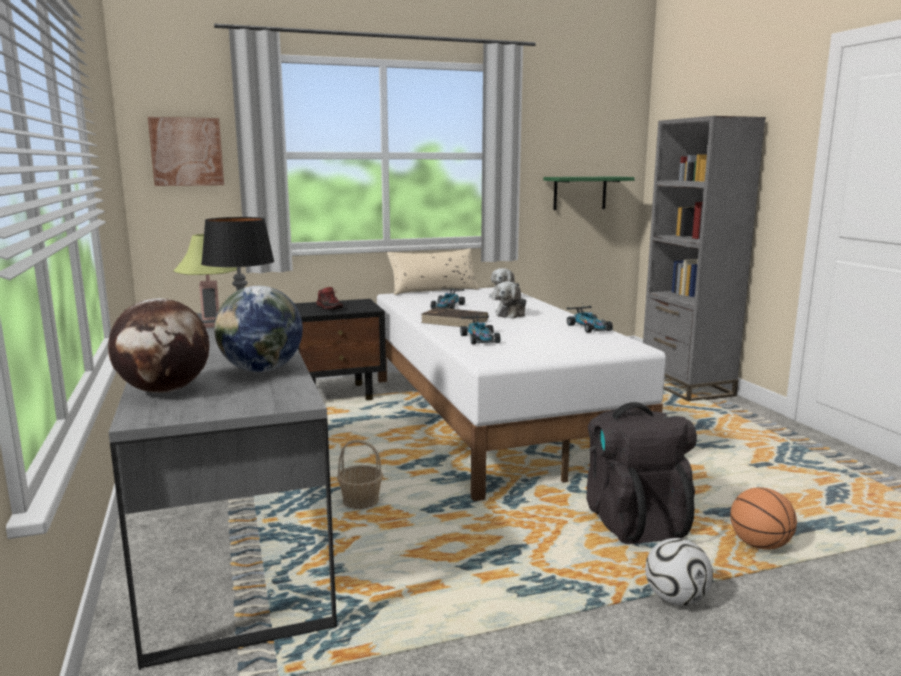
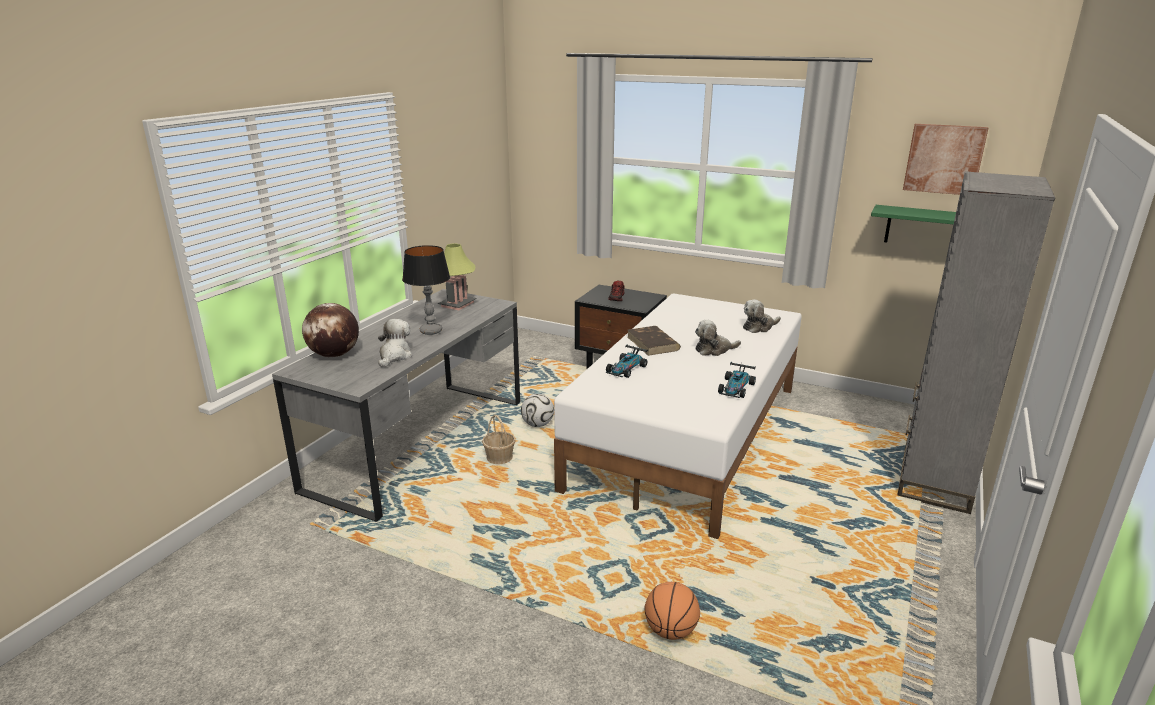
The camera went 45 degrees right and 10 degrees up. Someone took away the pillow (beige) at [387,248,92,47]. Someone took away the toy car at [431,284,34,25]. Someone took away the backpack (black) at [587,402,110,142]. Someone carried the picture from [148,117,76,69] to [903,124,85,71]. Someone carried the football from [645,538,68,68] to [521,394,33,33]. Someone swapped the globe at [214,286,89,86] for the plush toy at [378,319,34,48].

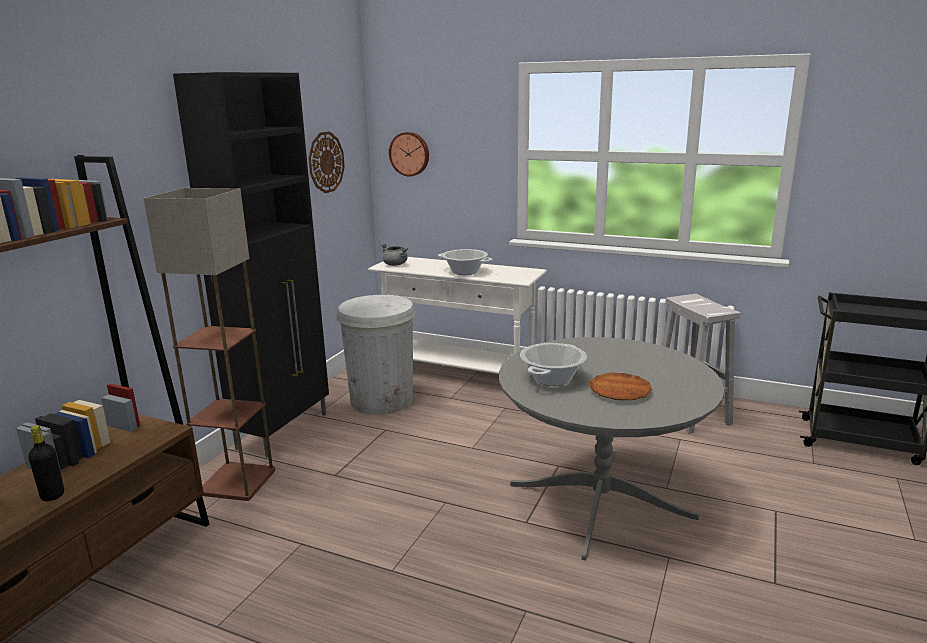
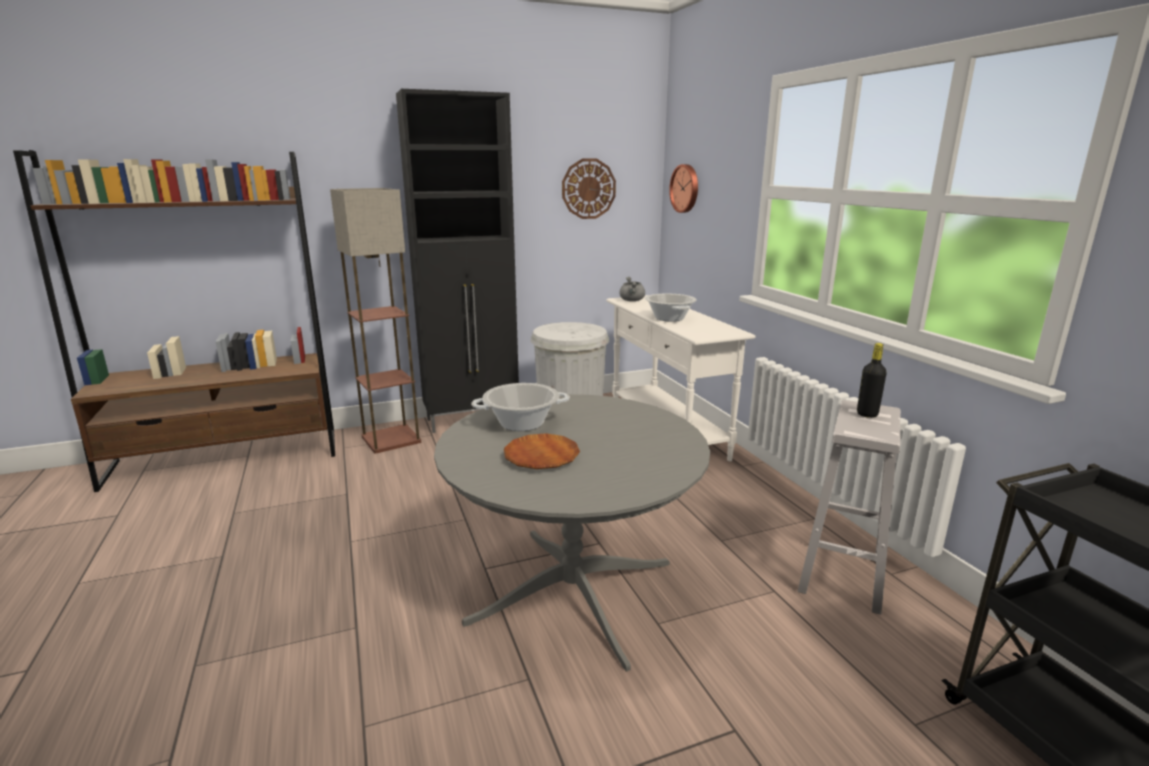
The camera went 45 degrees right and 0 degrees up. Someone carried the bottle (black) from [28,425,36,76] to [857,343,30,75].

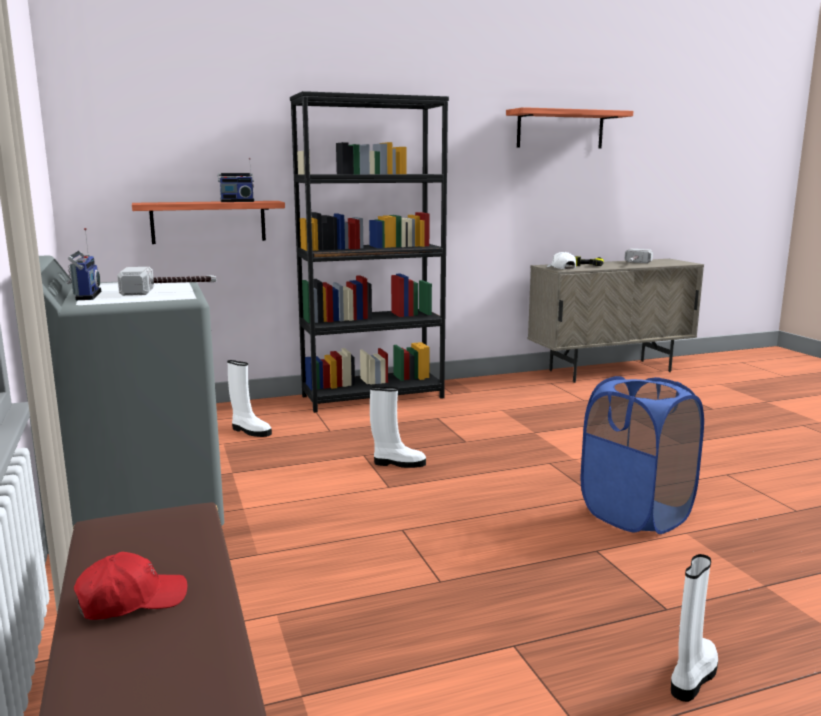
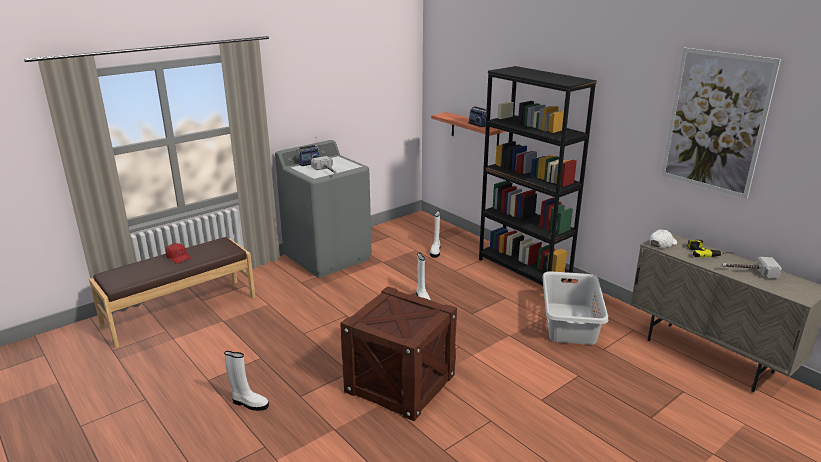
The camera went 70 degrees right and 10 degrees up. Someone put down the laundry basket (grey) at [542,271,66,74]. Someone swapped the shelf at [506,107,127,41] for the picture at [661,48,120,151]. Someone swapped the laundry basket (blue) at [581,376,123,158] for the crate at [340,286,117,135].

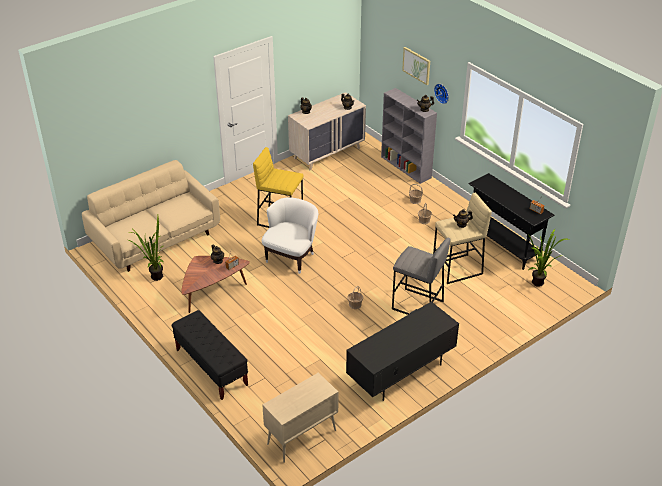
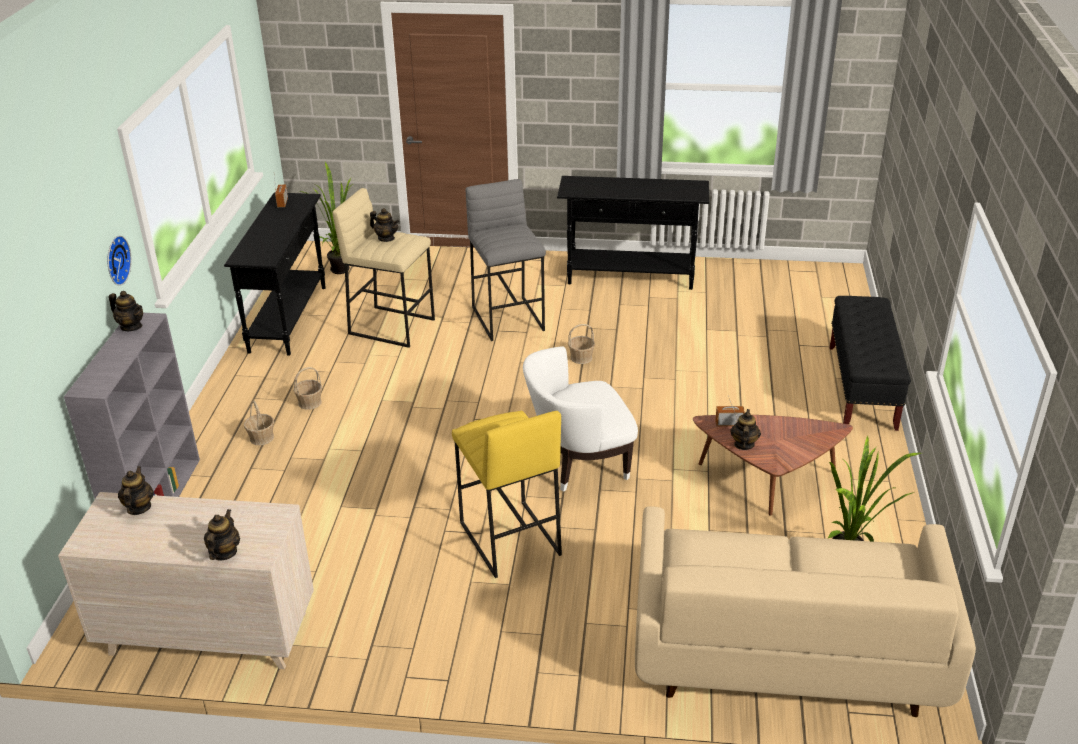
The camera went 135 degrees left and 5 degrees down. Someone took away the cabinet (beige) at [262,372,76,91]. Someone took away the picture at [402,47,28,38]. Someone swapped the tv stand (black) at [346,302,113,99] for the console table (black) at [557,176,152,114].

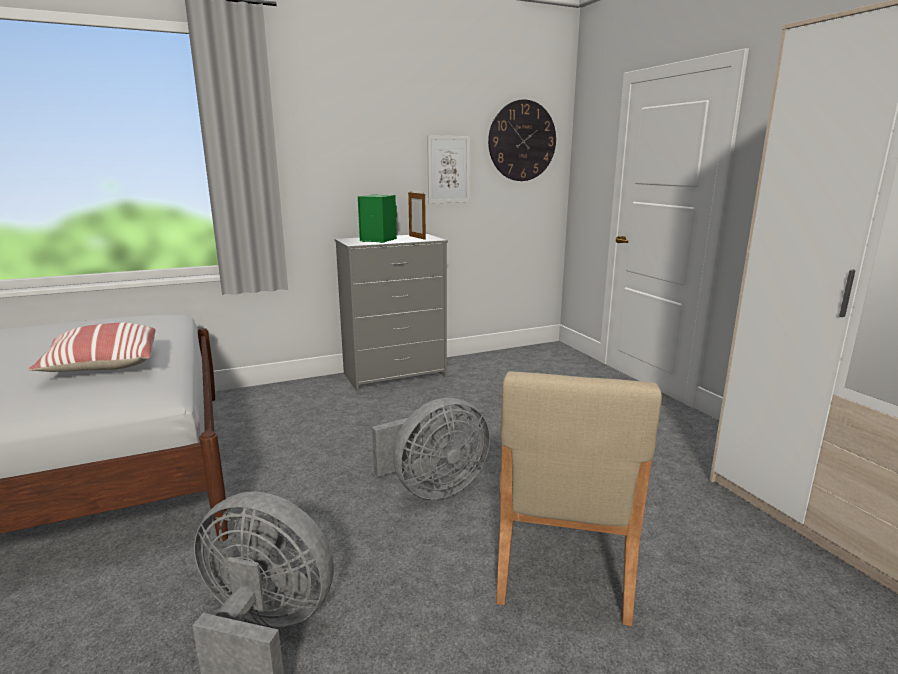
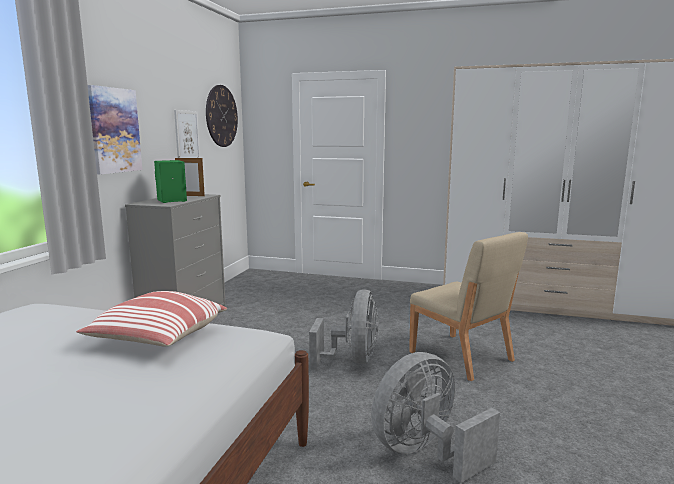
The camera went 50 degrees left and 5 degrees down. Someone put up the picture at [88,85,54,90].

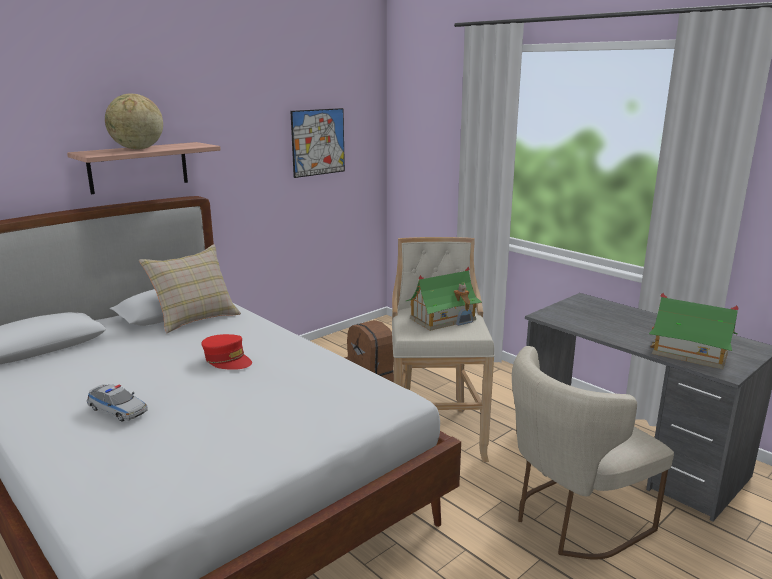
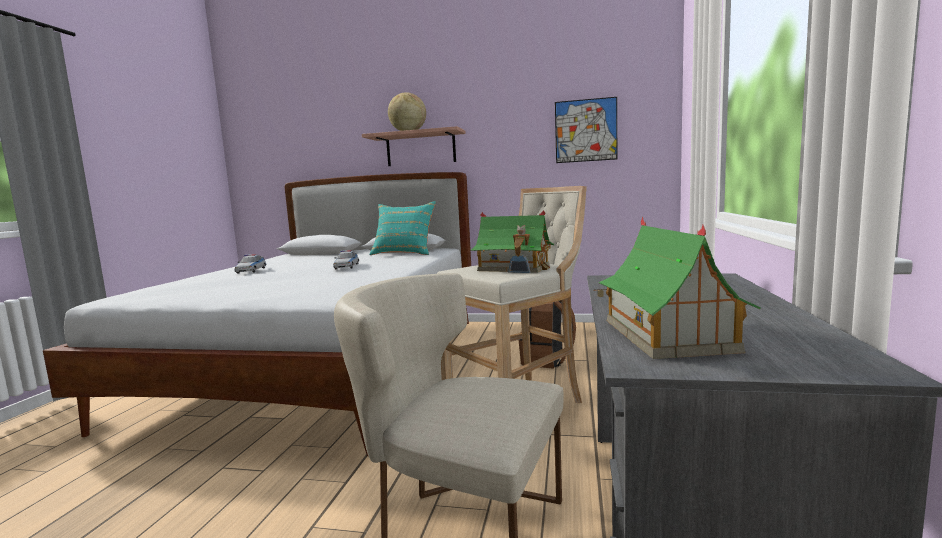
The camera went 55 degrees right and 10 degrees down. Someone swapped the cap (red) at [201,334,51,36] for the toy car at [333,250,26,19]. Someone repainted the pillow (beige) at [139,245,102,88], which became the pillow (turquoise) at [370,201,66,54].

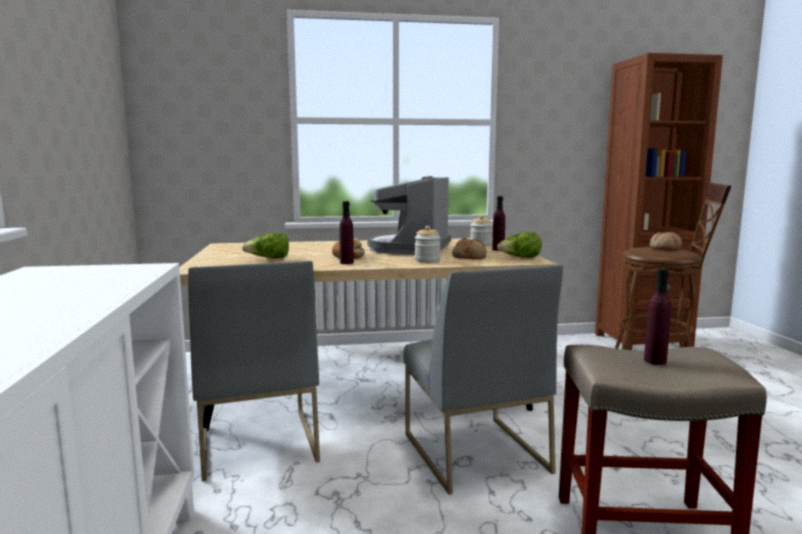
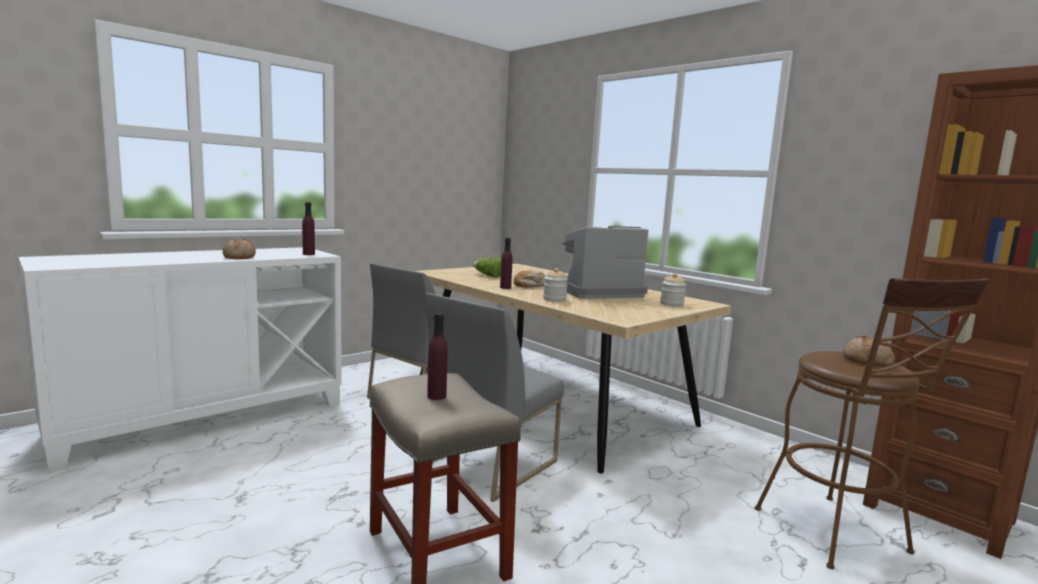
The camera went 55 degrees right and 0 degrees up. Someone took away the lettuce at [497,232,45,26]. Someone carried the bread from [452,238,35,21] to [223,239,33,20]. Someone carried the bottle (purple) from [492,196,13,55] to [302,202,13,53].

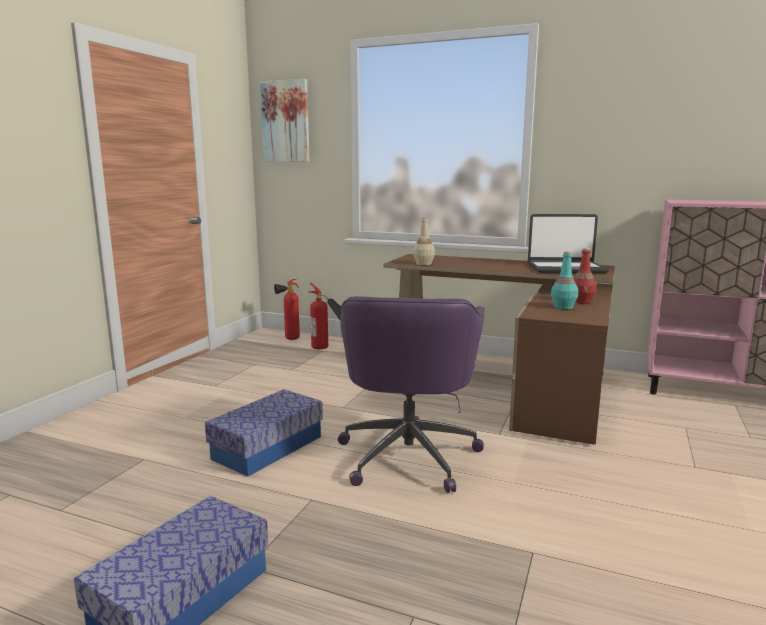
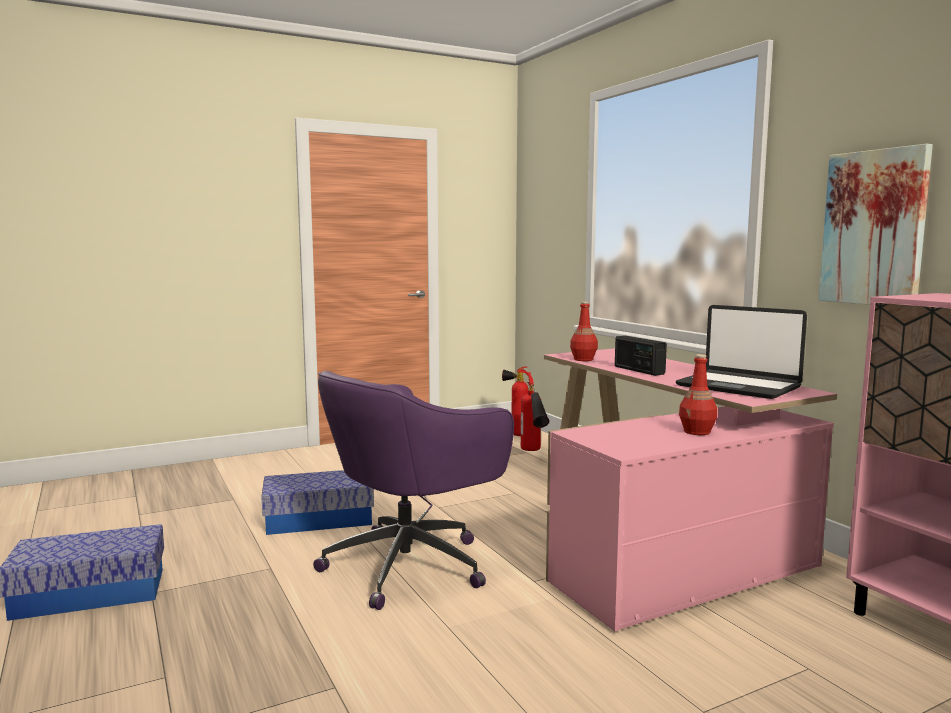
The camera went 40 degrees right and 5 degrees down. Someone took away the bottle (turquoise) at [551,251,27,58]. Someone put down the radio at [615,336,52,40]. Someone carried the picture from [260,79,50,83] to [819,144,114,161]. Someone repainted the desk (brown) at [383,254,232,191], which became the desk (pink) at [544,348,293,283]. Someone repainted the bottle (beige) at [413,217,22,48], which became the bottle (red) at [570,302,28,59].

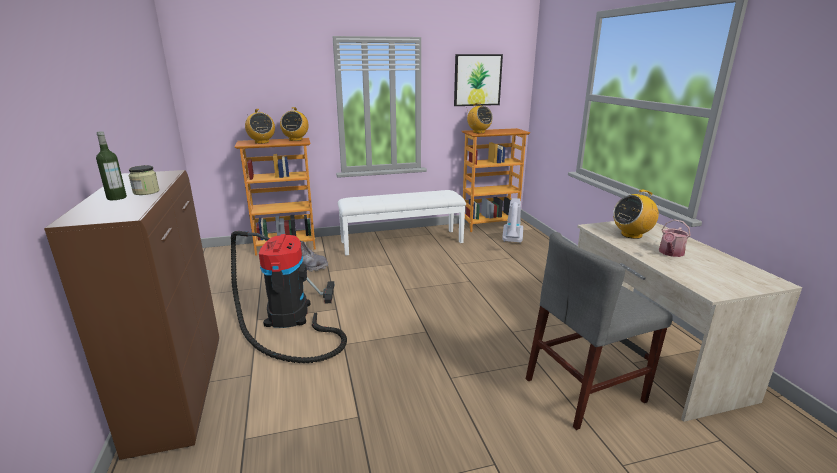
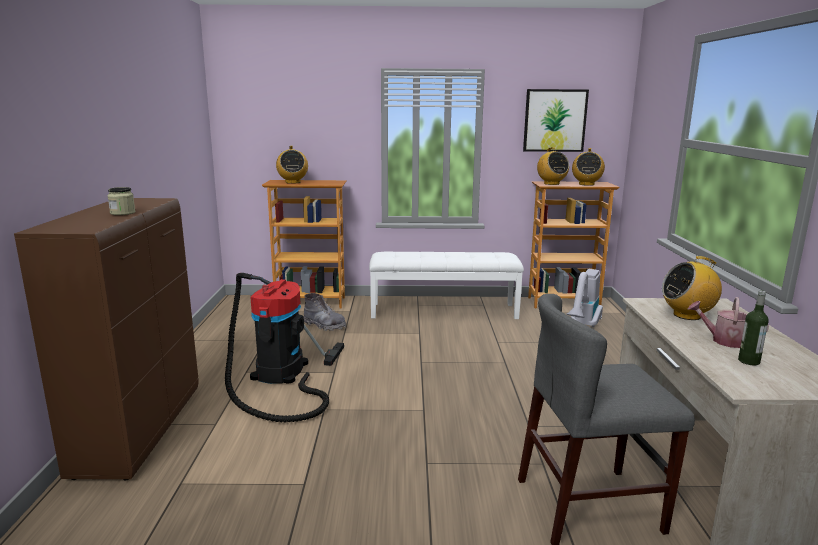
The camera went 15 degrees right and 5 degrees down. Someone carried the bottle from [96,131,31,69] to [738,290,31,75]. Someone carried the radio from [280,107,29,34] to [572,148,33,38]. Someone rotated the watering can at [659,219,32,38] by 60 degrees clockwise.

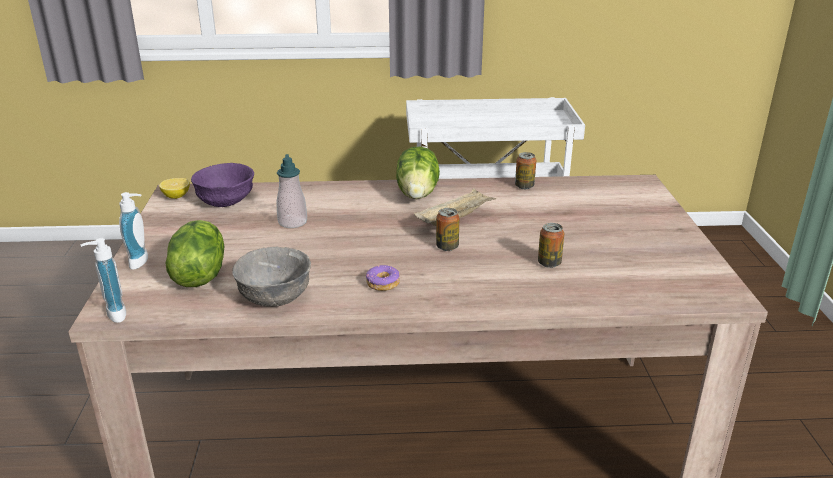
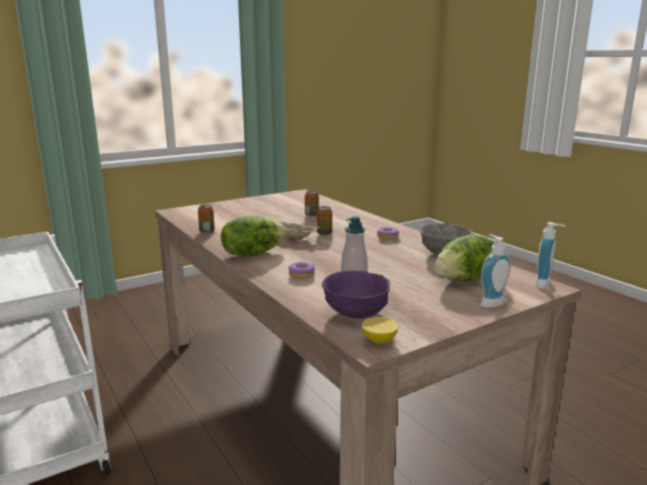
The camera went 120 degrees left and 10 degrees down. Someone put down the donut at [288,262,27,17].

